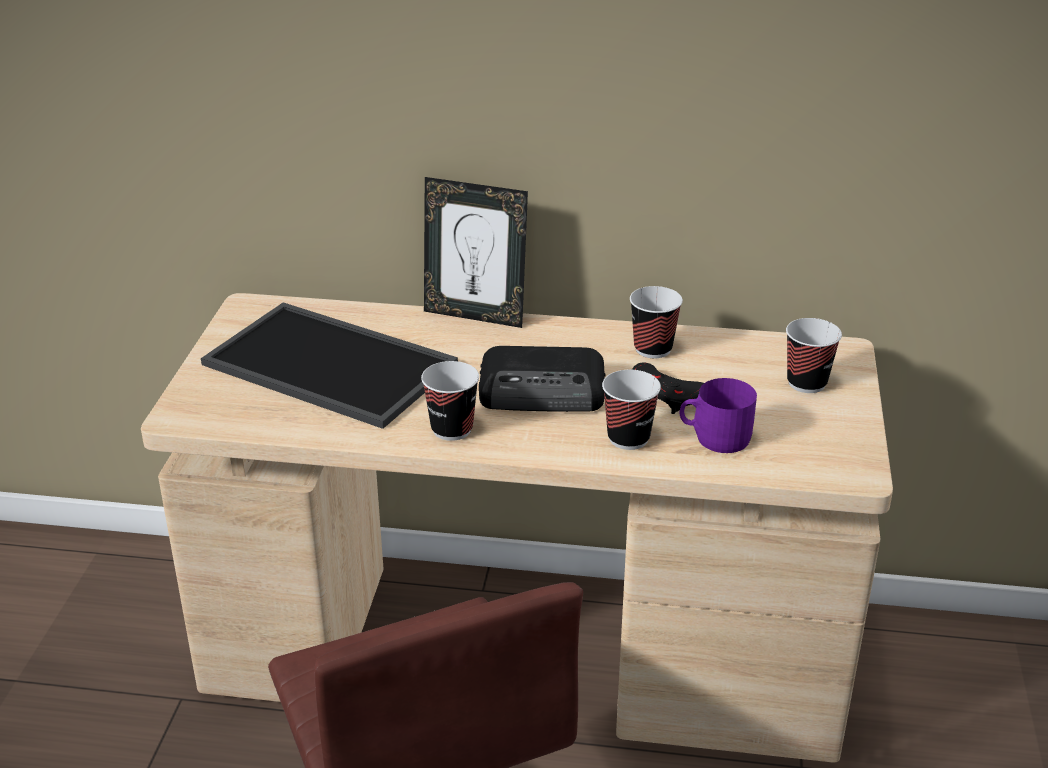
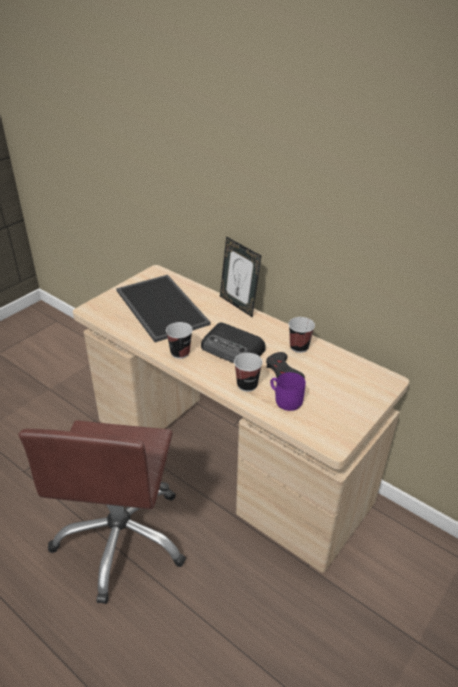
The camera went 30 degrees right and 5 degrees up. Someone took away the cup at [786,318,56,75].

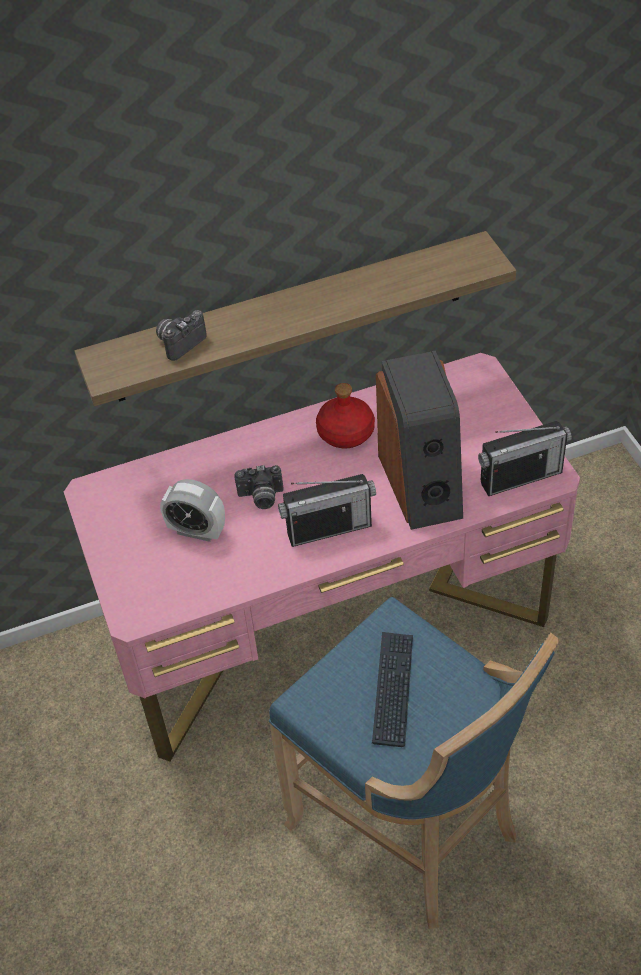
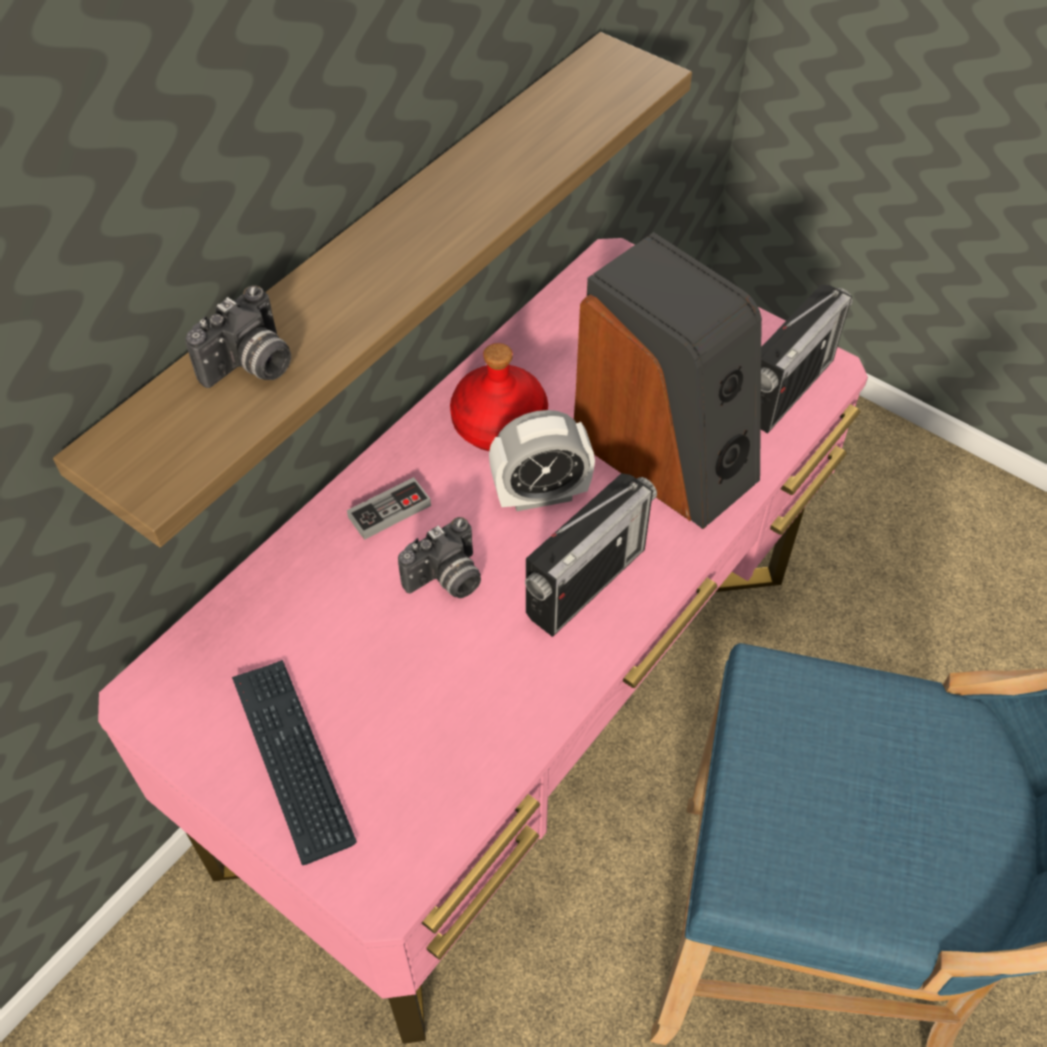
The camera went 35 degrees left and 5 degrees up. Someone put down the game controller at [347,477,84,63]. Someone carried the alarm clock from [160,479,65,63] to [489,410,106,101]. Someone carried the keyboard from [372,632,41,115] to [232,660,125,205]. Someone rotated the photo camera at [156,310,51,51] by 150 degrees counterclockwise.

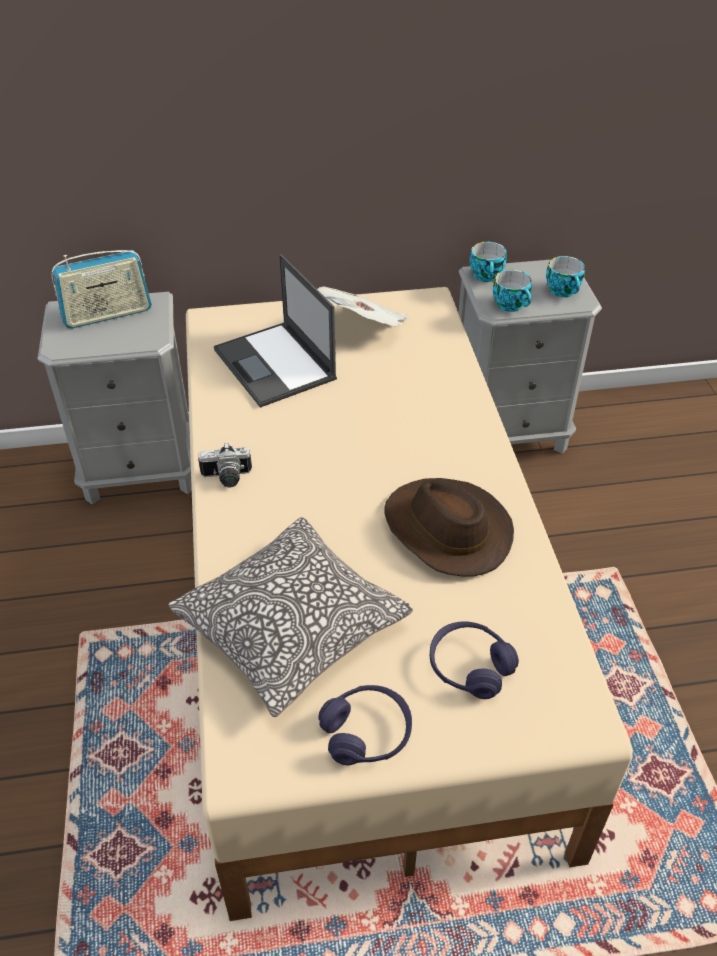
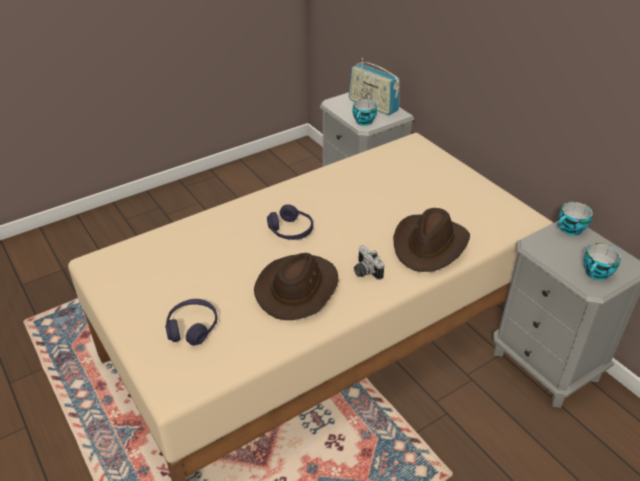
The camera went 65 degrees right and 5 degrees down. Someone took away the pillow at [168,517,245,200]. Someone took away the laptop at [214,254,123,154]. Someone took away the newspaper at [317,287,93,40]. Someone put down the hat (brown) at [393,208,77,64]. Someone carried the photo camera from [198,443,54,45] to [354,245,30,35]. Someone carried the headphones (purple) from [318,685,94,80] to [267,204,46,36]. Someone carried the cup from [493,270,39,42] to [353,99,24,27].

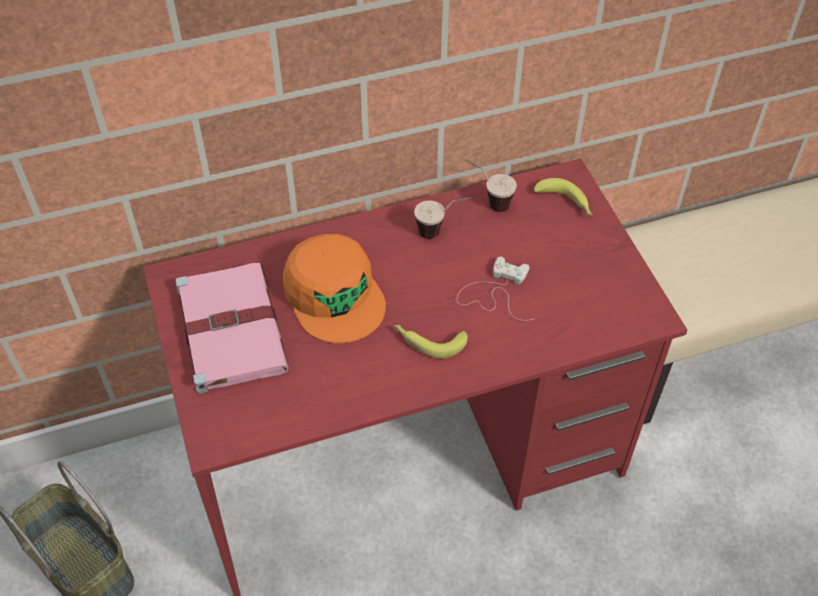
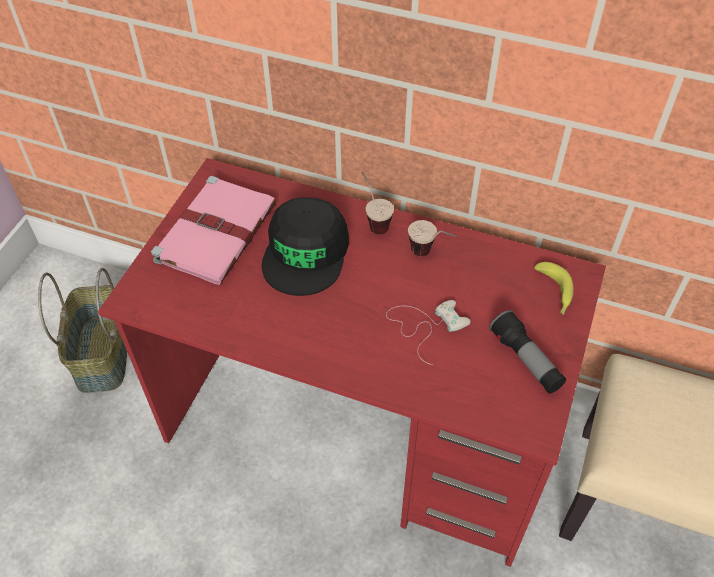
The camera went 40 degrees right and 0 degrees up. Someone took away the banana at [394,325,74,34]. Someone put down the flashlight at [489,310,77,84]. Someone carried the cup from [465,159,52,53] to [361,171,33,63]. Someone repainted the cap (orange) at [283,234,103,110], which became the cap (black) at [261,197,88,99].

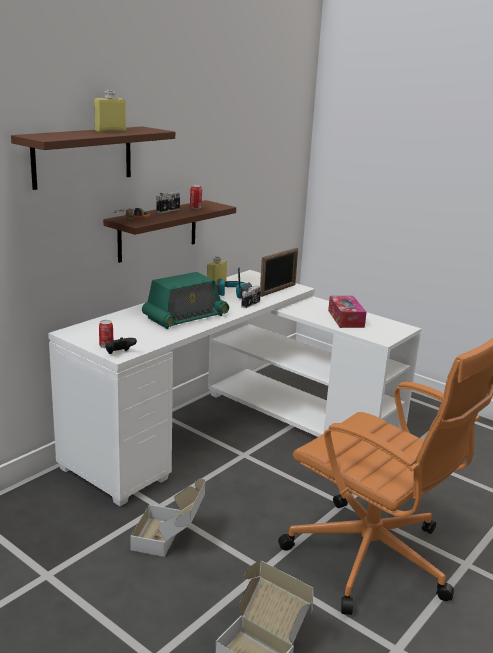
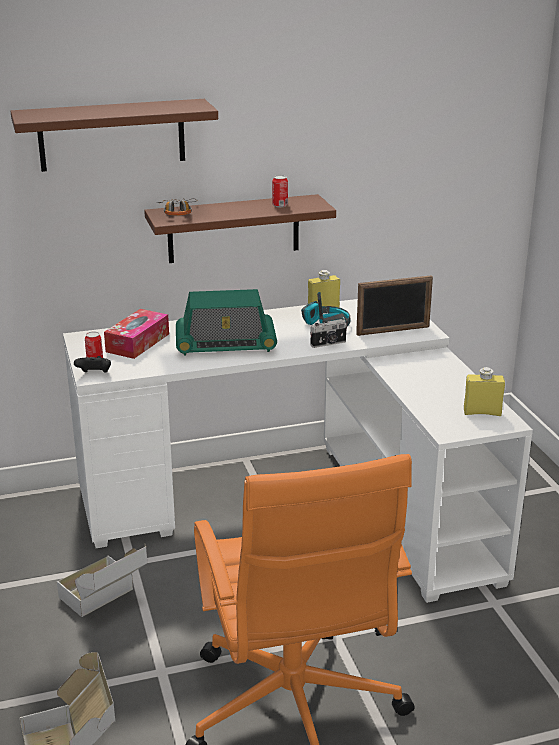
The camera went 35 degrees right and 5 degrees up. Someone took away the photo camera at [156,192,24,21]. Someone carried the bottle (yellow) from [94,90,32,42] to [464,367,41,49]. Someone carried the tissue box from [328,296,39,32] to [104,309,65,50].

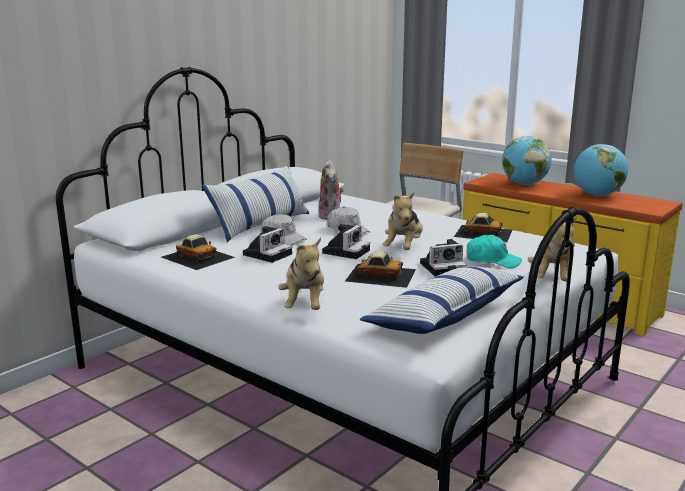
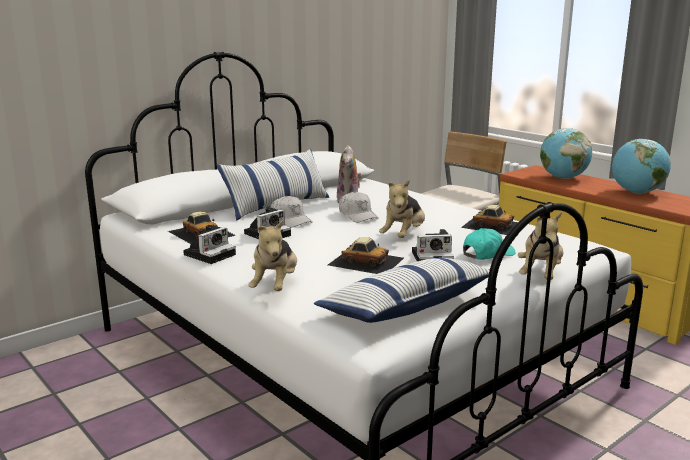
The camera went 10 degrees right and 0 degrees up. Someone carried the photo camera from [322,224,48,35] to [183,225,53,39]. Someone rotated the cap (turquoise) at [467,235,55,33] by 60 degrees counterclockwise.

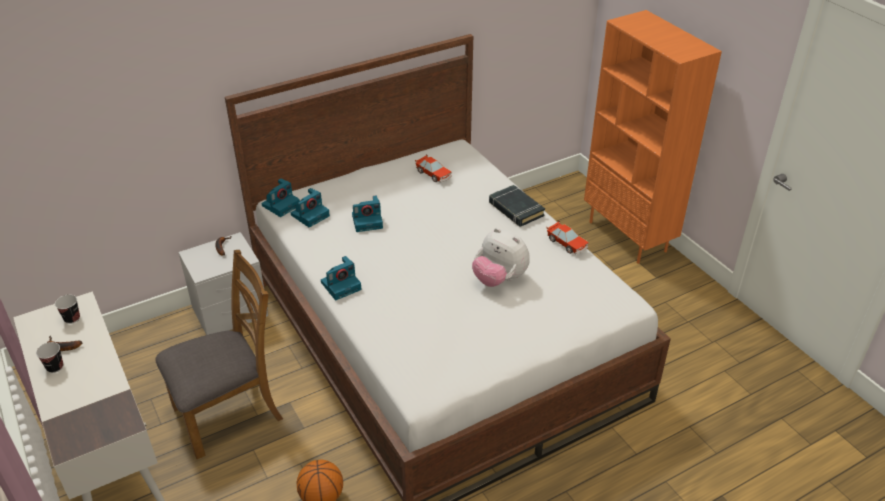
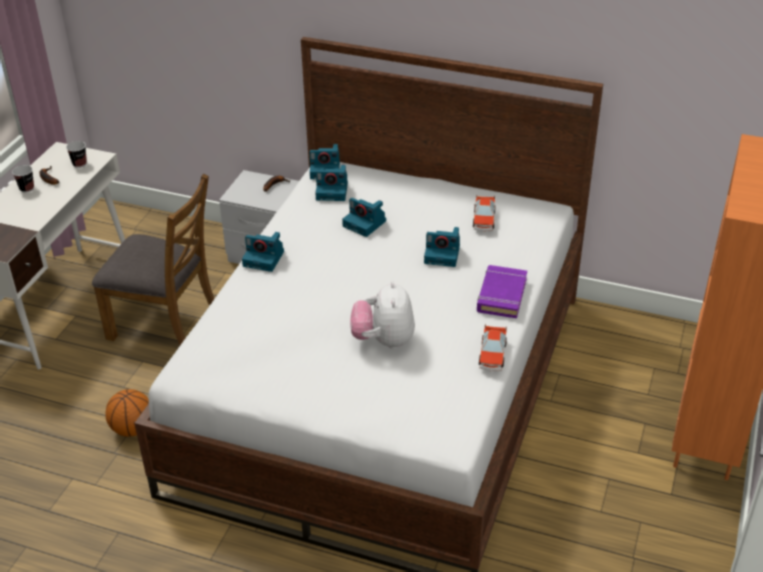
The camera went 50 degrees right and 0 degrees up. Someone put down the photo camera at [424,227,36,40]. Someone repainted the book (black) at [489,185,56,42], which became the book (purple) at [477,265,50,53].

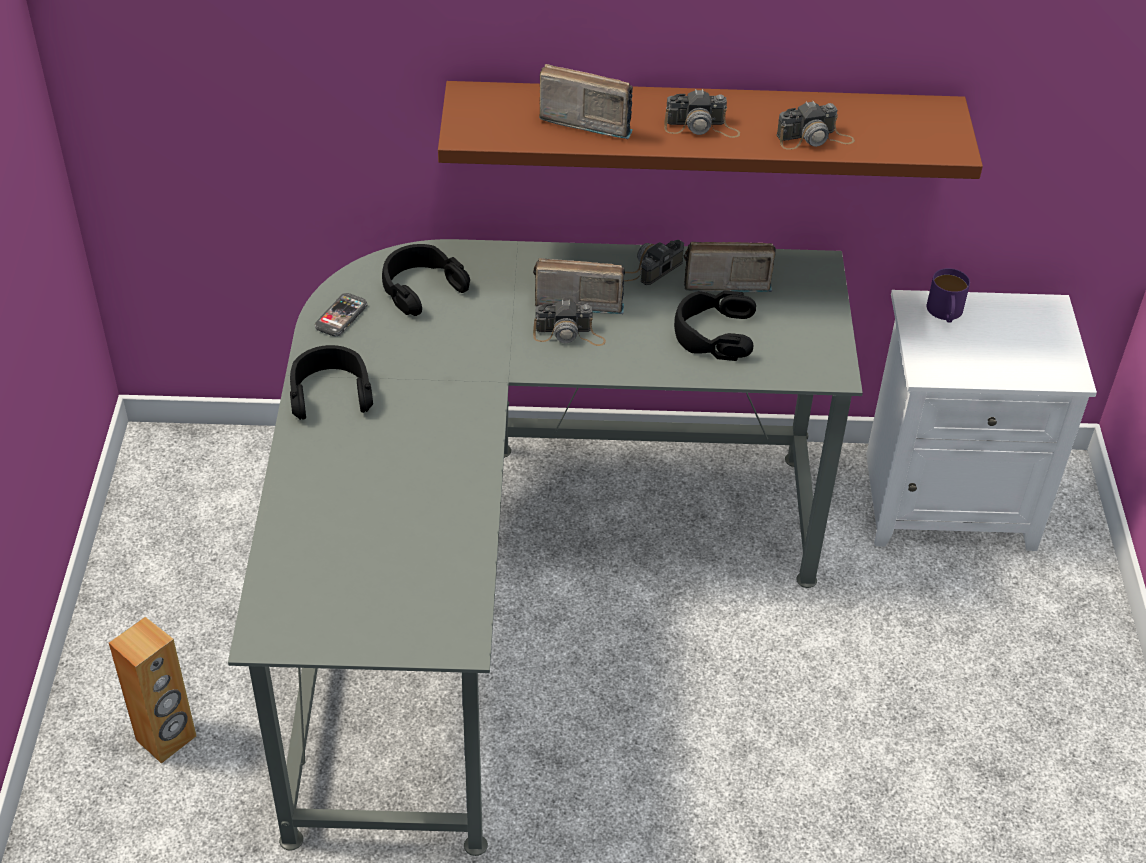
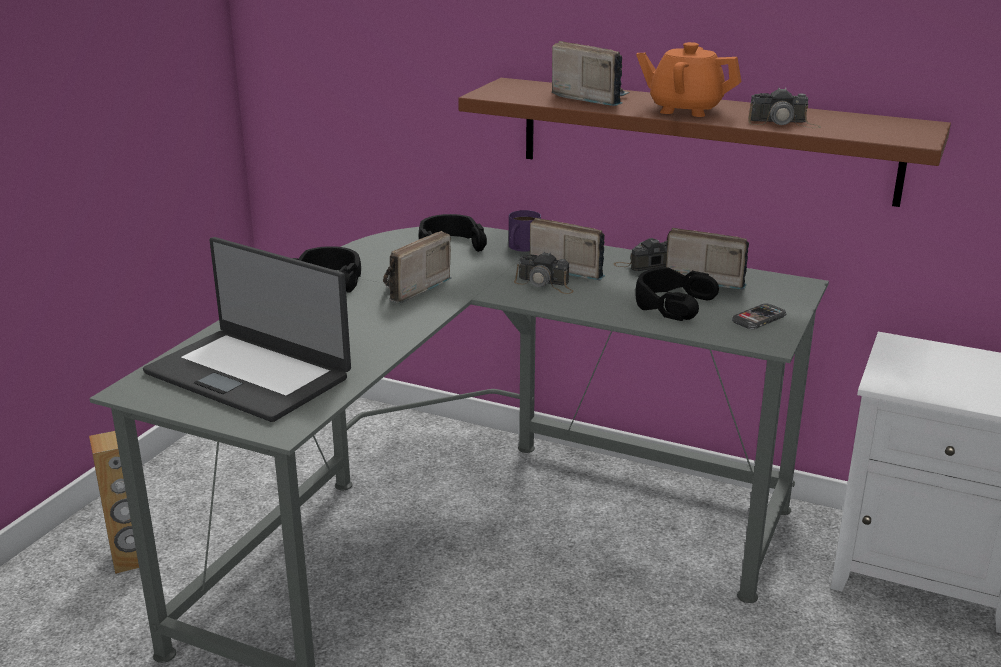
The camera went 25 degrees right and 20 degrees down. Someone put down the laptop at [143,237,208,185]. Someone put down the radio at [383,231,69,72]. Someone carried the phone from [315,293,53,43] to [732,303,54,26]. Someone carried the mug (purple) from [927,268,43,55] to [509,210,32,42]. Someone swapped the photo camera at [664,89,76,49] for the teapot (orange) at [636,42,105,75].

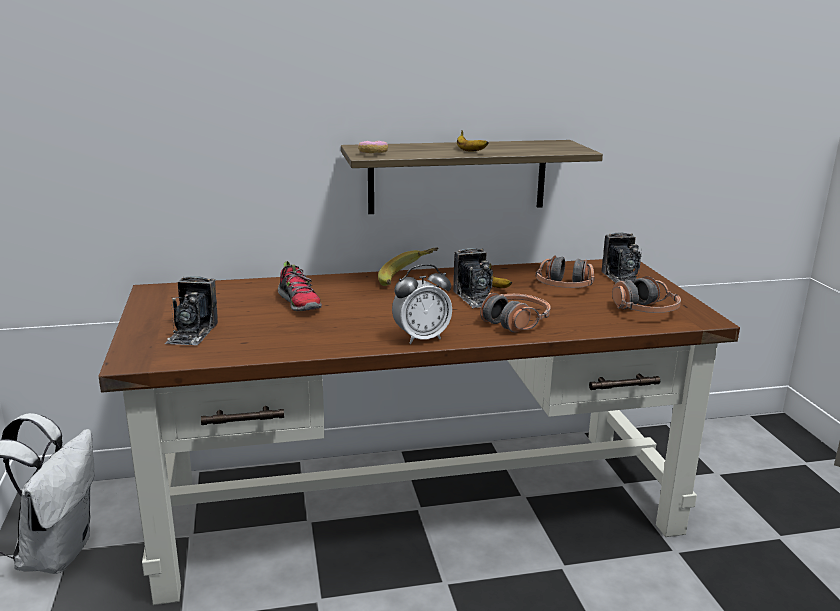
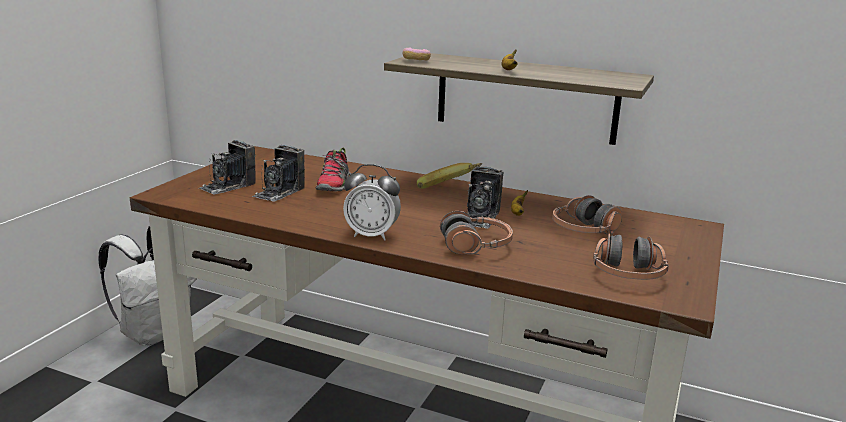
The camera went 35 degrees right and 0 degrees up. Someone carried the photo camera from [602,232,40,51] to [252,145,53,57].

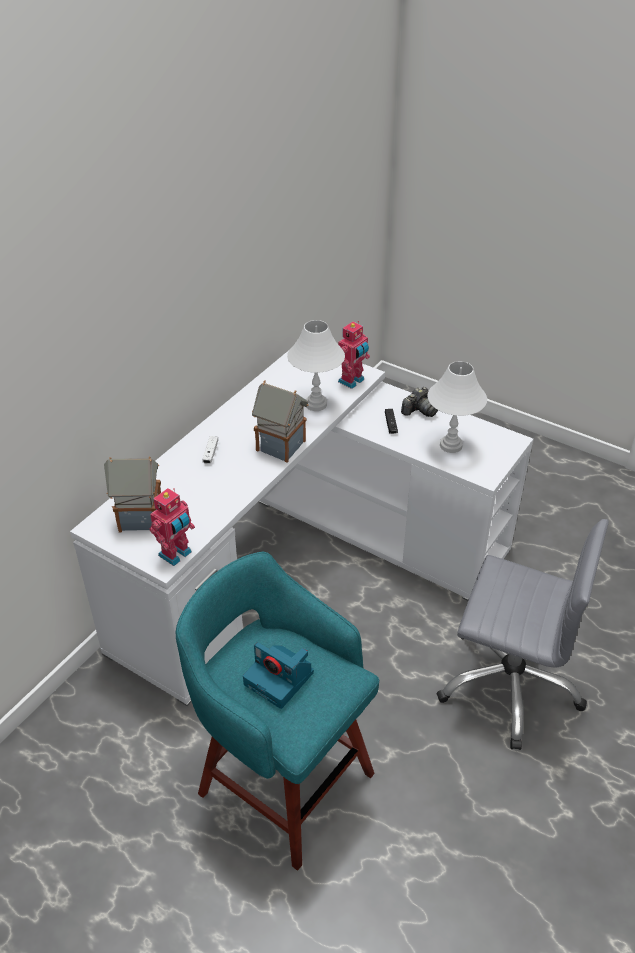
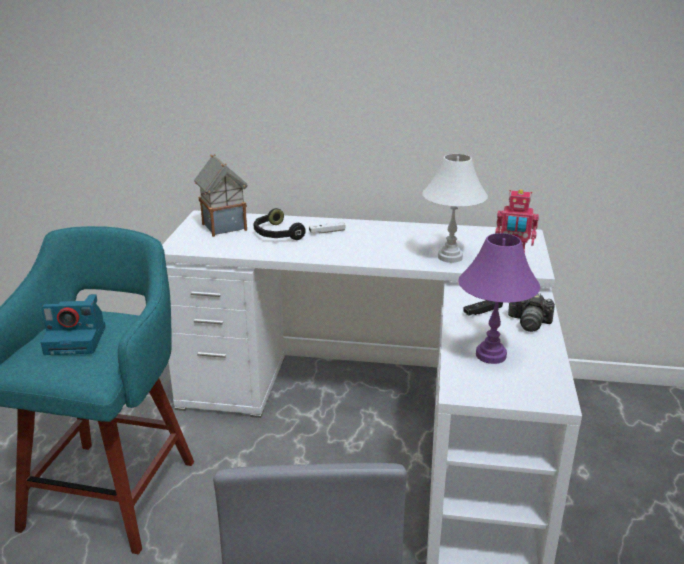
The camera went 65 degrees right and 15 degrees down. Someone took away the toy robot at [149,488,46,78]. Someone took away the toy house at [252,380,56,82]. Someone put down the headphones (black) at [253,208,53,32]. Someone repainted the table lamp (white) at [427,361,60,92], which became the table lamp (purple) at [458,233,82,131]. Someone rotated the photo camera at [243,642,71,67] by 105 degrees counterclockwise.

